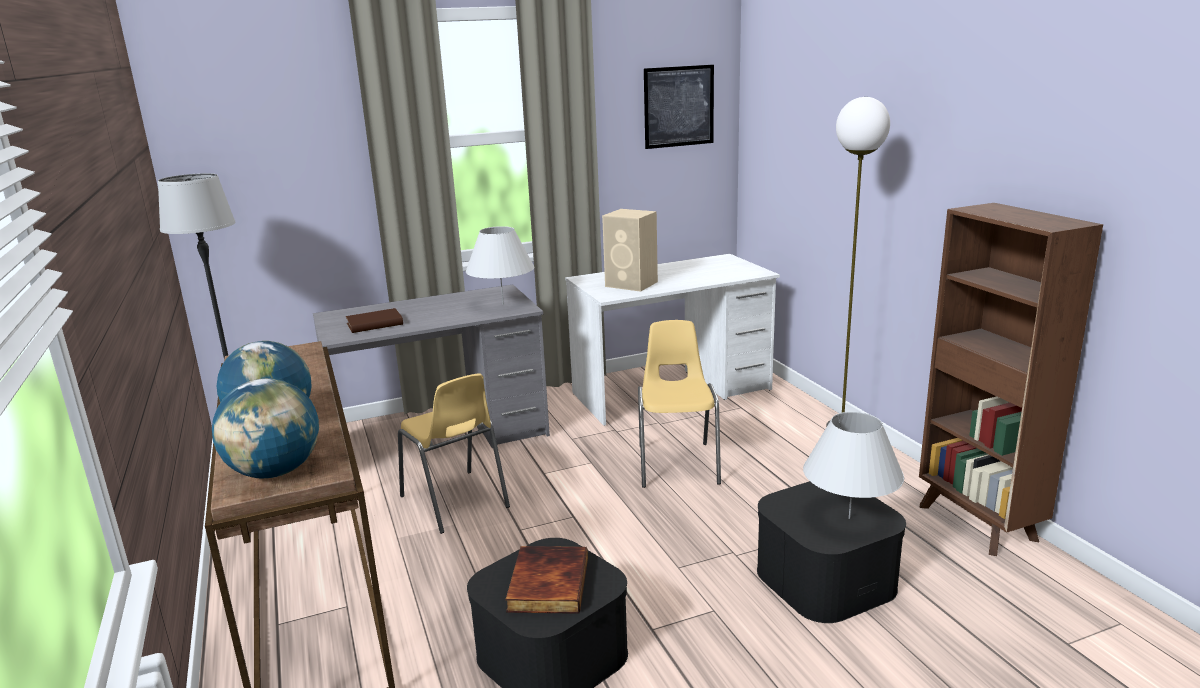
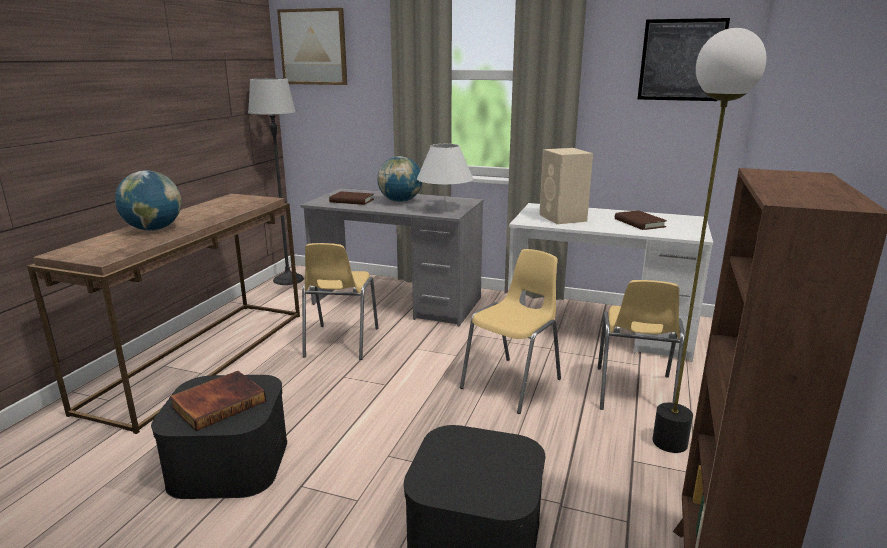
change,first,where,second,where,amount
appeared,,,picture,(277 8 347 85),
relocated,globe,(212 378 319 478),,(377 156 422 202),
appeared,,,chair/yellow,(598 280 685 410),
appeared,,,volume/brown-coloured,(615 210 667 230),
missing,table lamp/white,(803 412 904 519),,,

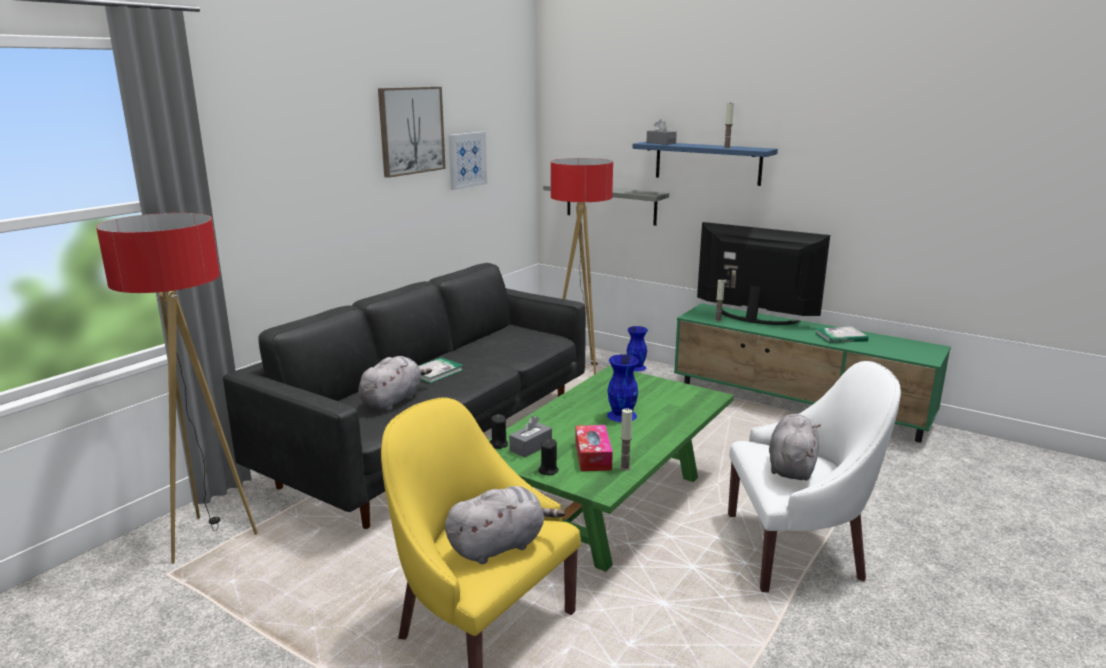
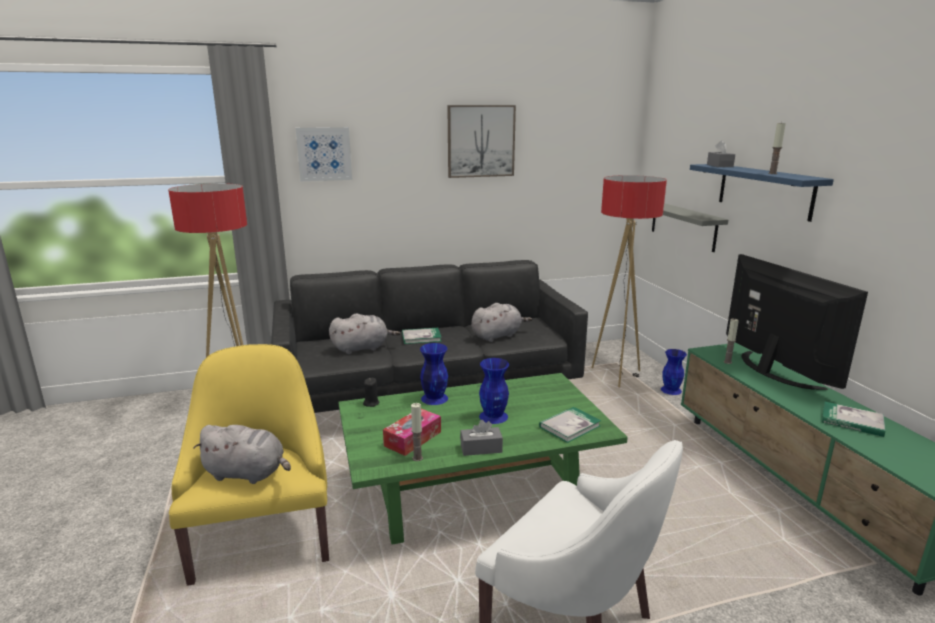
change,first,where,second,where,amount
relocated,picture,(448 132 487 190),,(296 127 352 181),
appeared,,,vase/bluish,(420 343 448 405),
relocated,tissue holder/greyish,(509 416 552 458),,(460 420 503 456),
relocated,plush toy/greyish,(769 414 821 481),,(471 303 532 342),
appeared,,,volume,(539 407 602 443),
missing,wax light/black-coloured,(538 439 559 475),,,

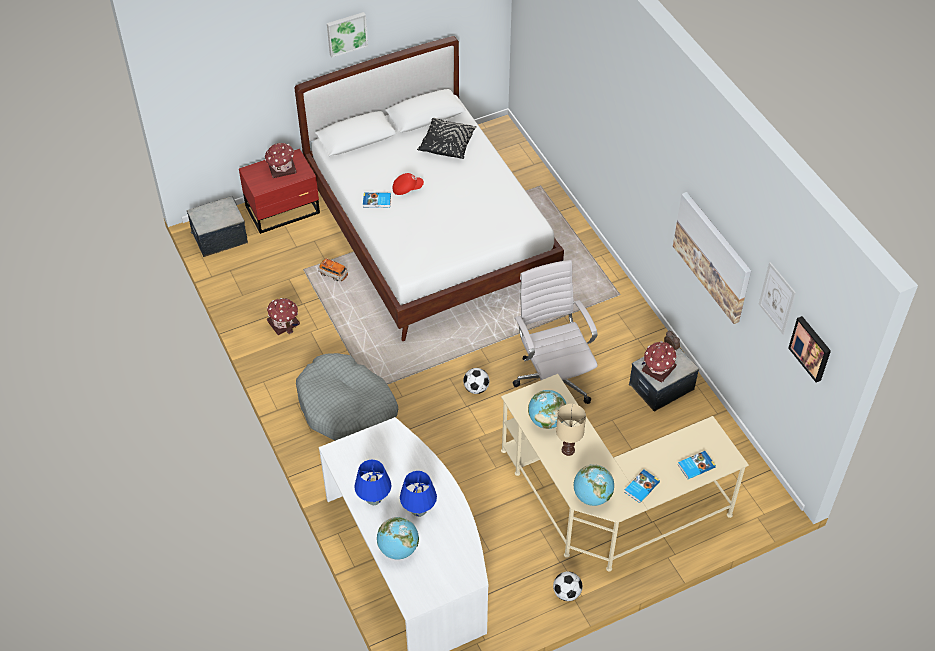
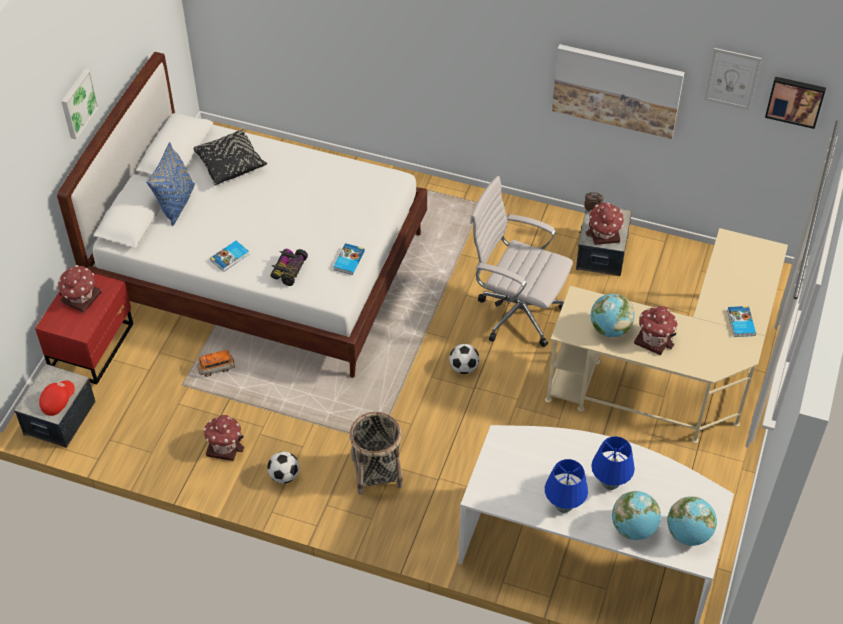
change,first,where,second,where,amount
relocated,cap/red-coloured,(393 173 424 195),,(39 380 75 416),
appeared,,,cushion/bluish,(146 142 195 226),
relocated,football ball,(553 572 582 601),,(267 451 299 484),
appeared,,,model car,(270 249 308 286),
relocated,volume,(678 451 716 479),,(333 243 365 275),
exchanged,pet bed/greyish,(296 353 398 441),household basket,(349 412 403 495),
exchanged,table lamp/beige,(556 404 586 456),model house,(634 306 678 355),
relocated,globe,(574 464 614 506),,(667 496 717 546),

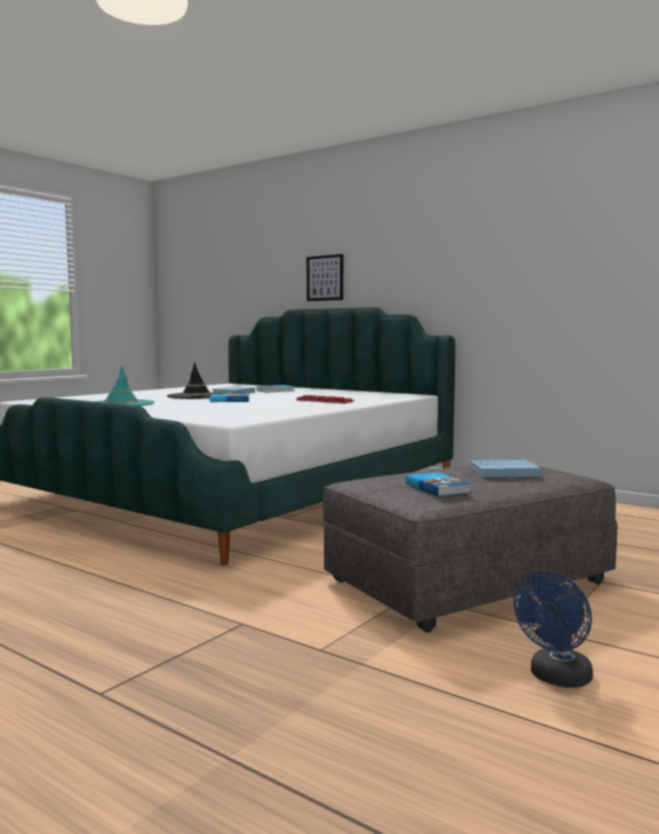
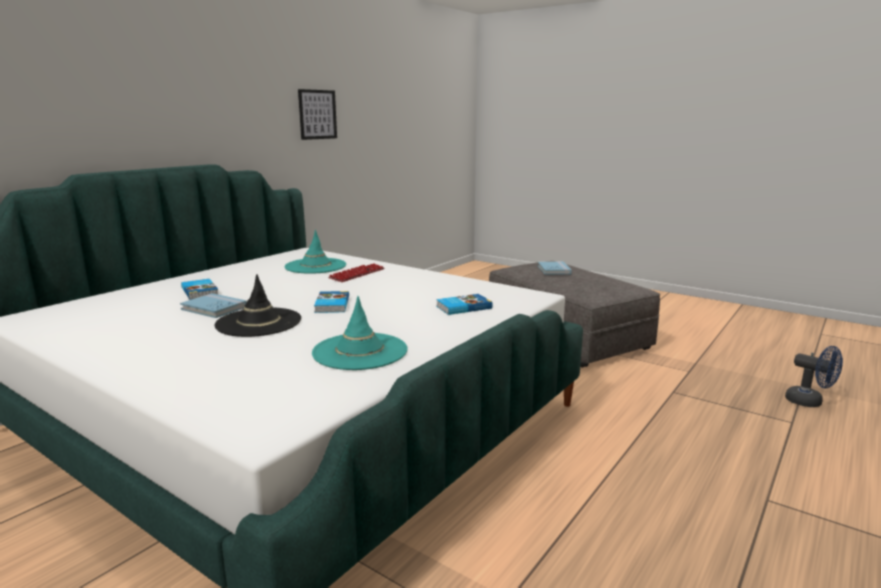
change,first,where,second,where,amount
appeared,,,wearable hat/turquoise-coloured,(284 230 346 274),
relocated,picture,(307 254 343 301),,(298 89 337 140),
relocated,volume,(405 472 472 497),,(436 294 492 315),
relocated,cooling fan/bluish,(514 571 593 688),,(785 346 843 407),

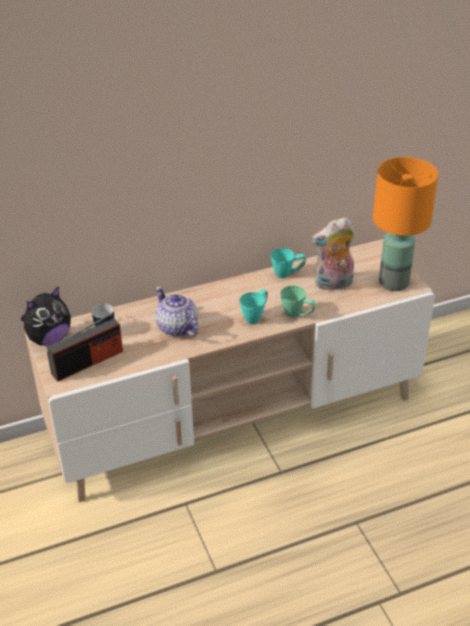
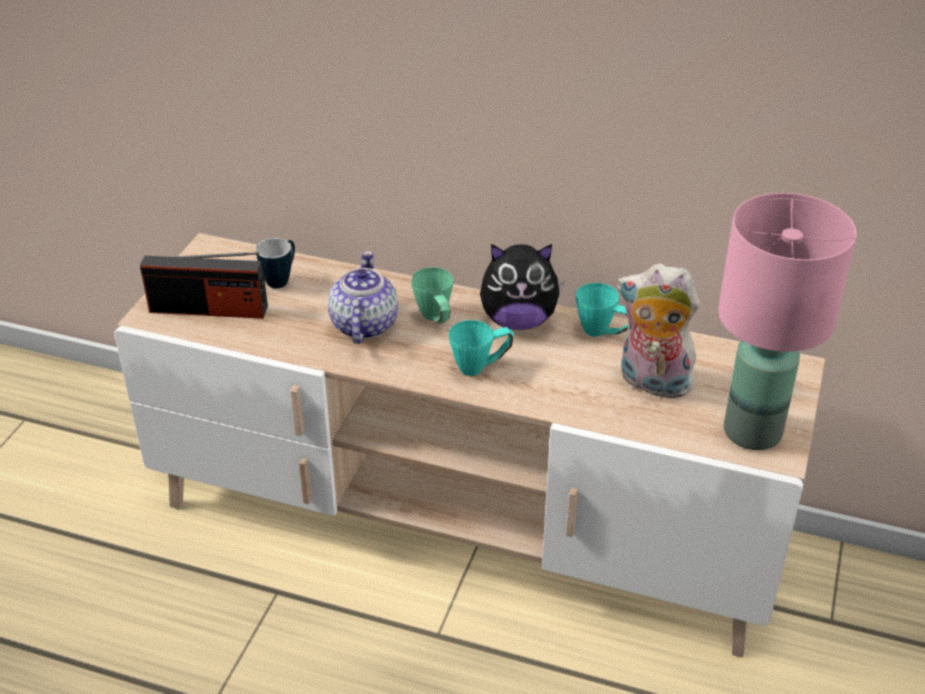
change,first,where,second,where,amount
relocated,mug/green,(280 286 316 317),,(411 267 454 324),
relocated,plush toy,(21 286 71 346),,(480 244 564 330),
colour,table lamp/orange,(373 157 438 291),table lamp/pinkish,(718 193 857 450),

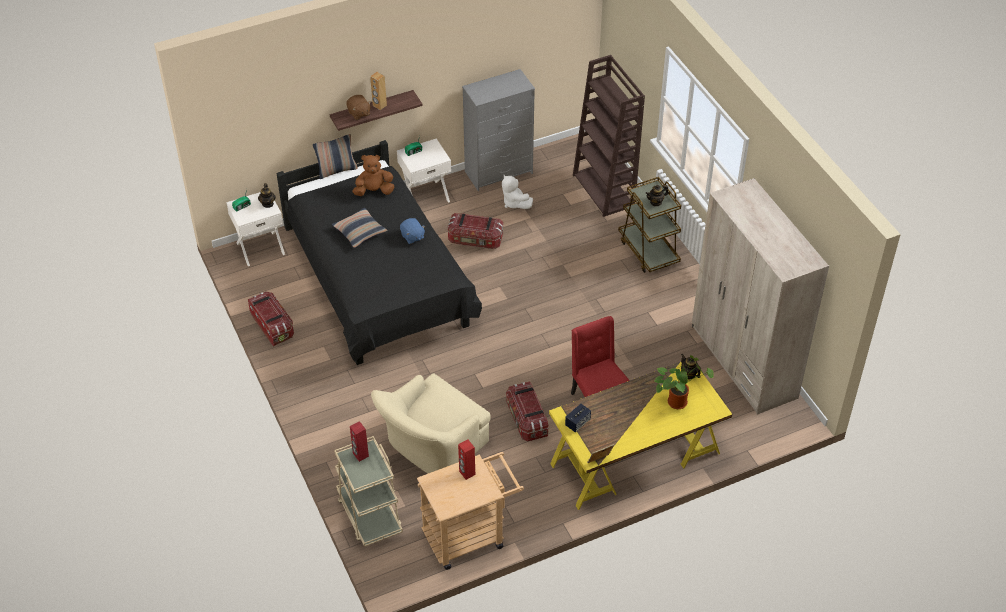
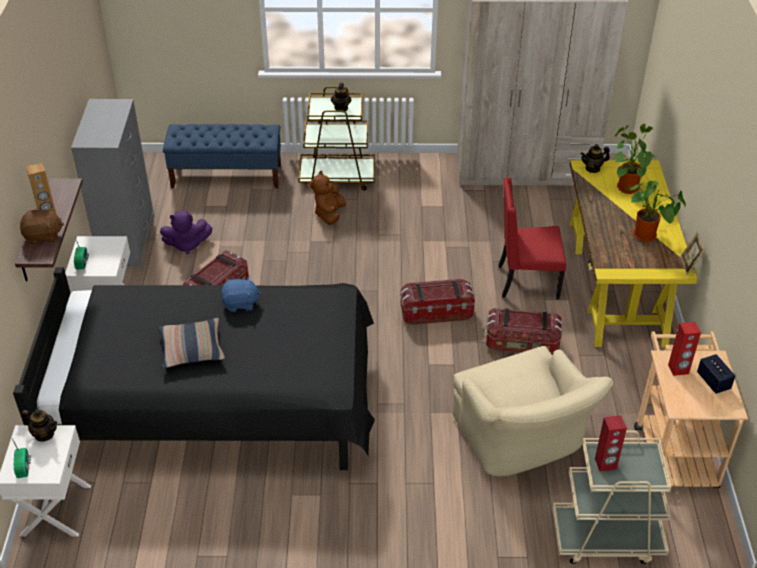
change,first,where,second,where,amount
colour,plush toy/white,(502 175 533 209),plush toy/purplish,(160 210 213 254),
exchanged,shelving unit/brown-coloured,(573 55 645 217),indoor bench/bluish,(163 124 281 189),
relocated,plush toy/brown-coloured,(353 155 394 196),,(312 171 346 225),
relocated,storage container,(248 292 294 346),,(400 279 475 325),
appeared,,,potted plant,(625 181 686 242),
relocated,audio speaker,(565 404 591 432),,(697 354 735 394),
missing,cushion,(313 134 358 179),,,

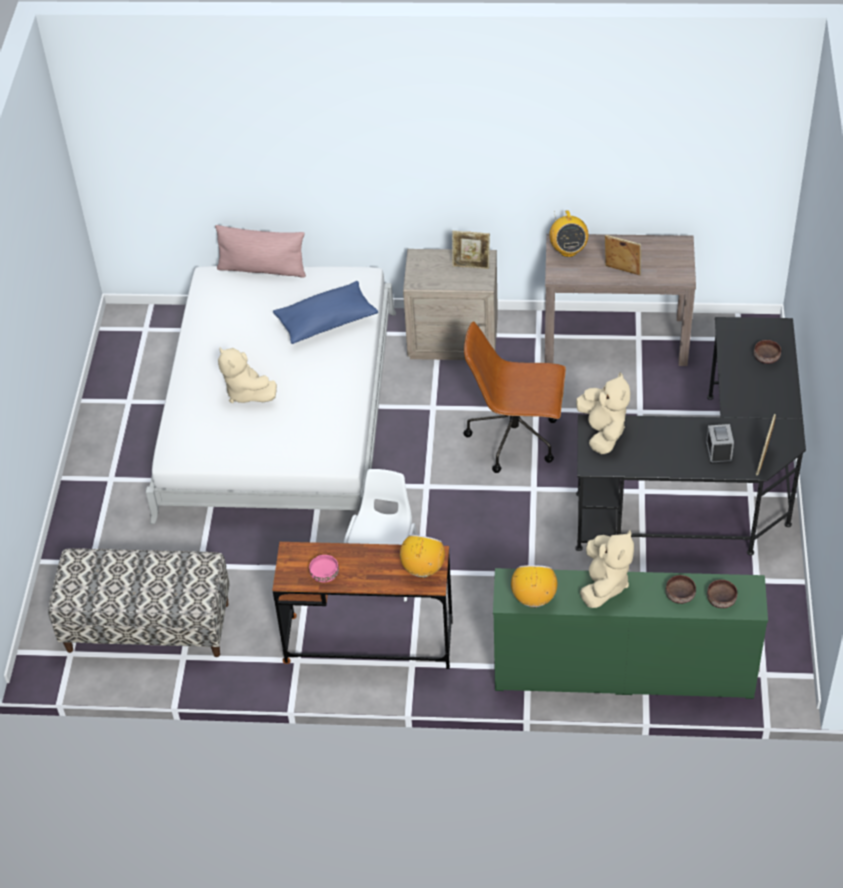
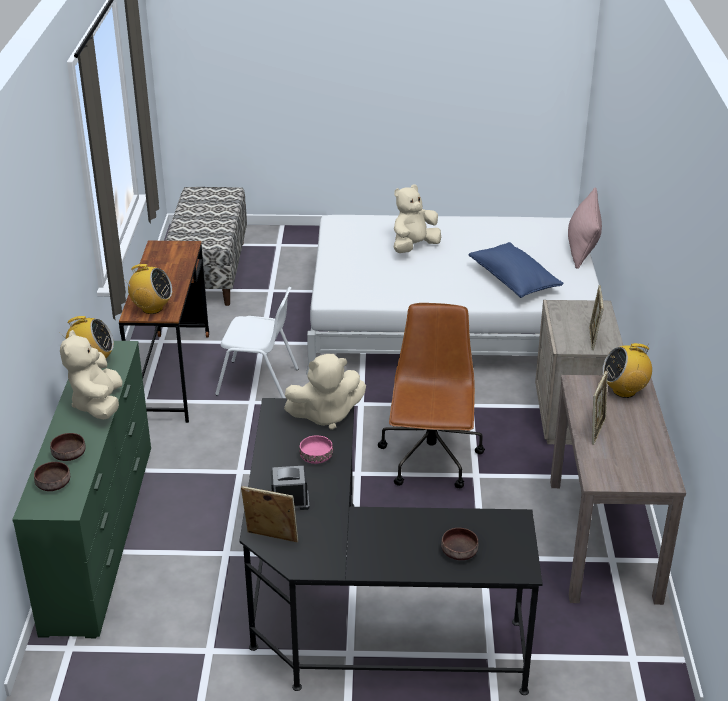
change,first,where,second,where,amount
spun,plush toy/beige,(580 530 634 608),,(60 330 123 420),75 degrees clockwise
relocated,serving bowl/pinkish,(309 555 339 582),,(299 435 333 464),

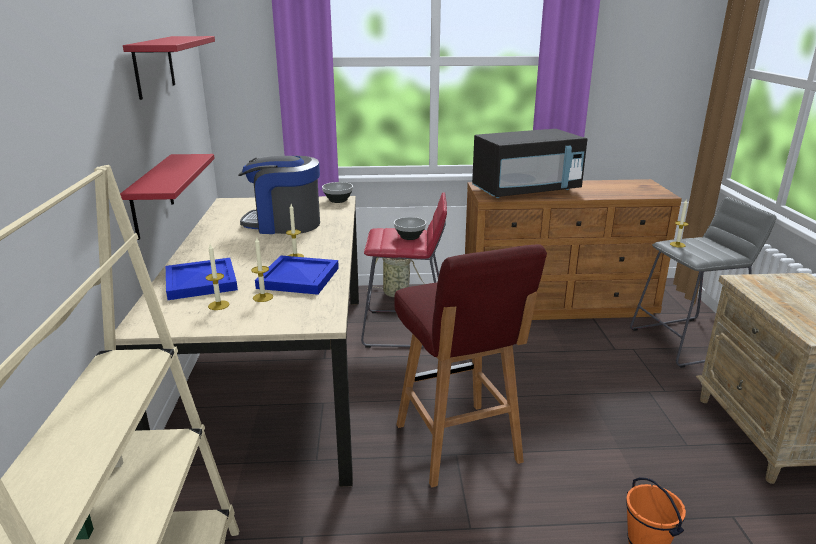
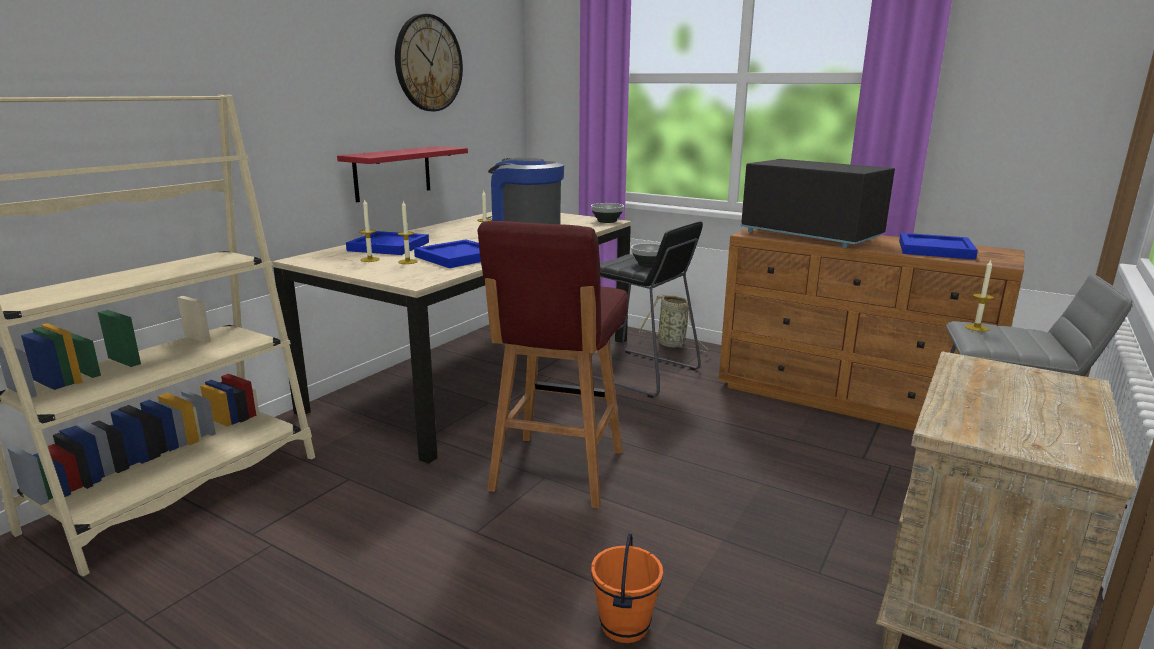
change,first,where,second,where,amount
exchanged,shelf/red-coloured,(123 36 215 100),hanging clock,(395 14 463 111),
colour,stool/red-coloured,(361 192 447 348),stool/black-coloured,(593 221 703 398),
spun,kitchen microwave/black-coloured,(472 129 588 198),,(740 159 895 248),150 degrees counterclockwise
appeared,,,serving tray/bluish,(899 233 978 260),

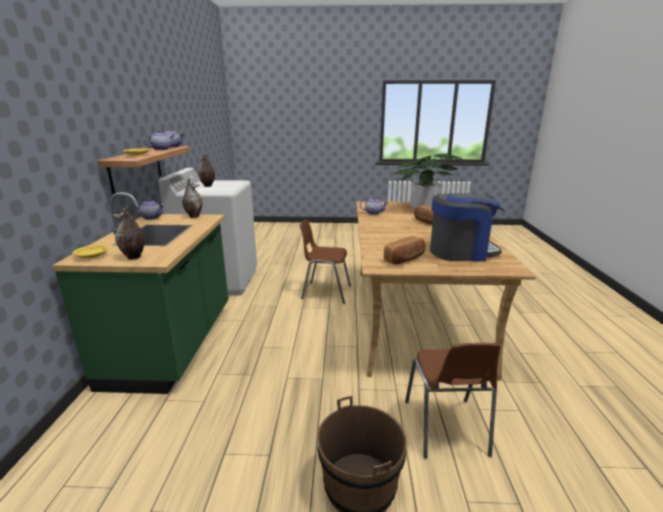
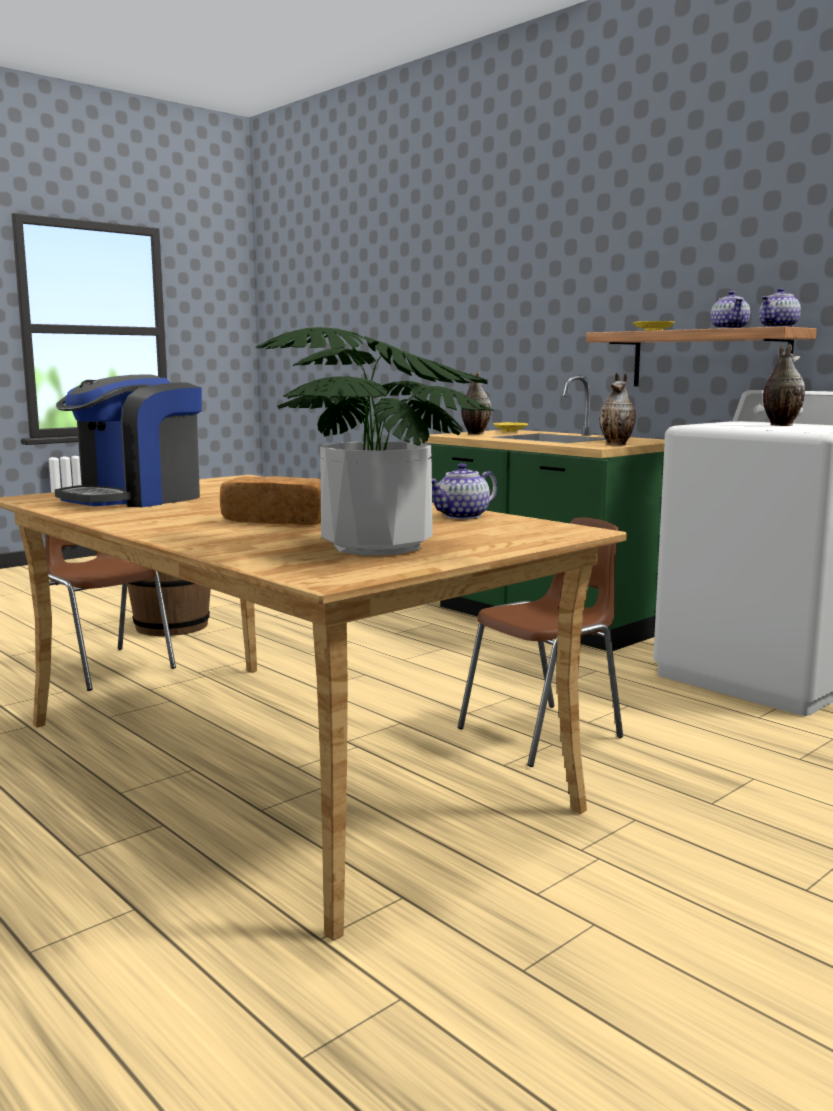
change,first,where,second,where,amount
missing,teapot,(134 199 164 220),,,
missing,bread,(384 236 426 265),,,

